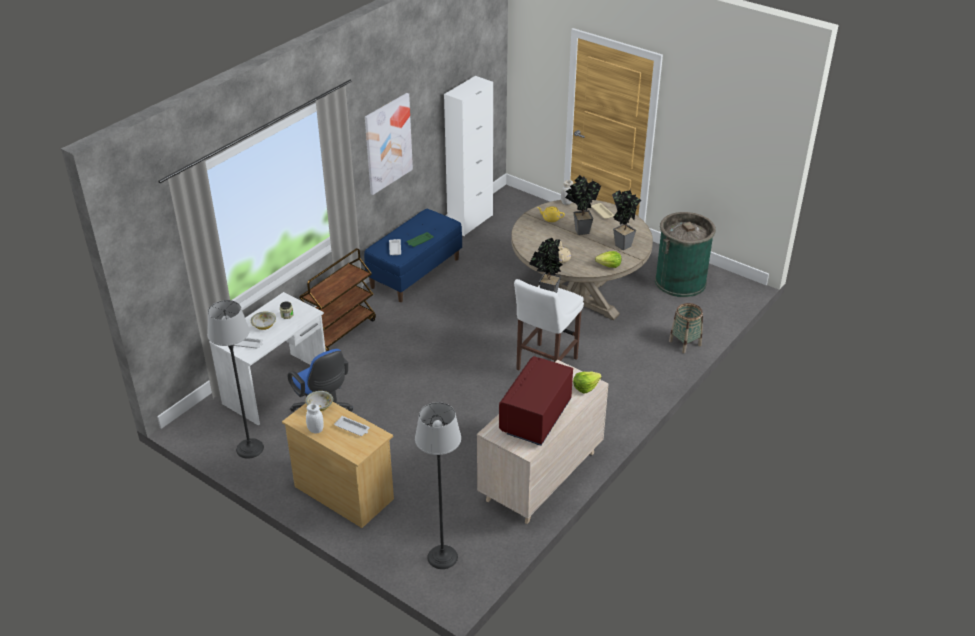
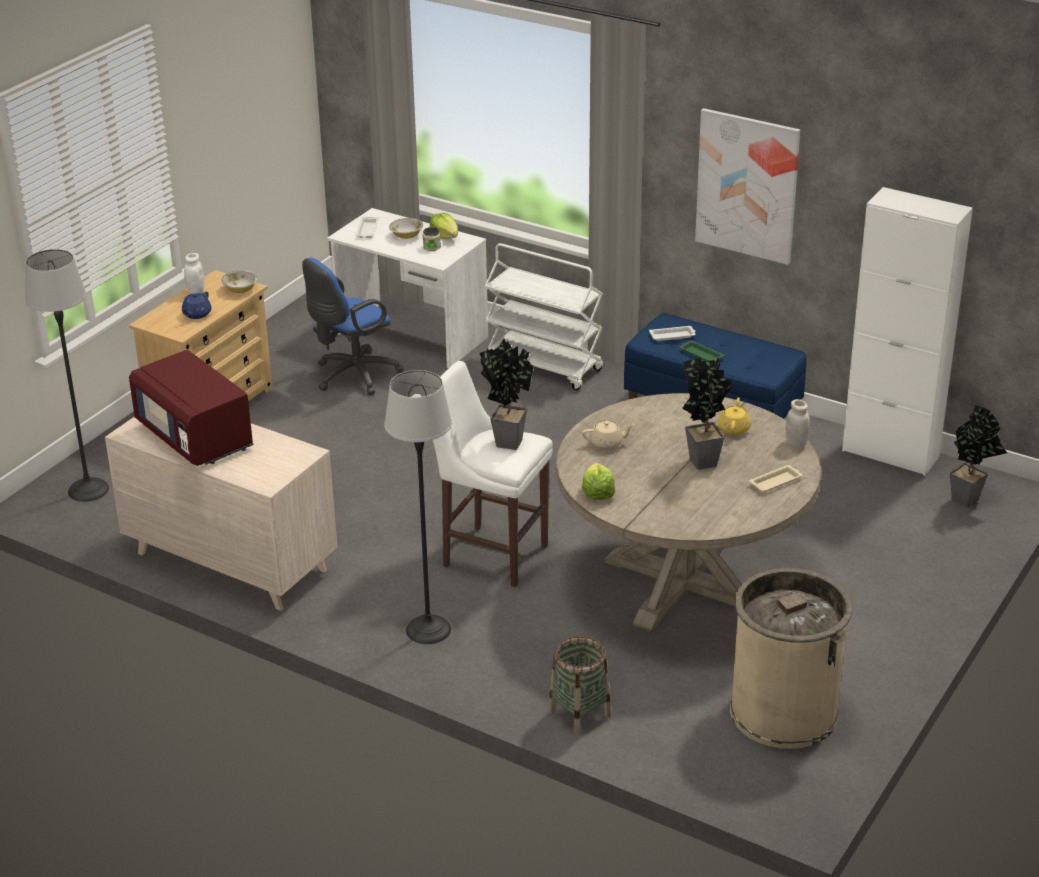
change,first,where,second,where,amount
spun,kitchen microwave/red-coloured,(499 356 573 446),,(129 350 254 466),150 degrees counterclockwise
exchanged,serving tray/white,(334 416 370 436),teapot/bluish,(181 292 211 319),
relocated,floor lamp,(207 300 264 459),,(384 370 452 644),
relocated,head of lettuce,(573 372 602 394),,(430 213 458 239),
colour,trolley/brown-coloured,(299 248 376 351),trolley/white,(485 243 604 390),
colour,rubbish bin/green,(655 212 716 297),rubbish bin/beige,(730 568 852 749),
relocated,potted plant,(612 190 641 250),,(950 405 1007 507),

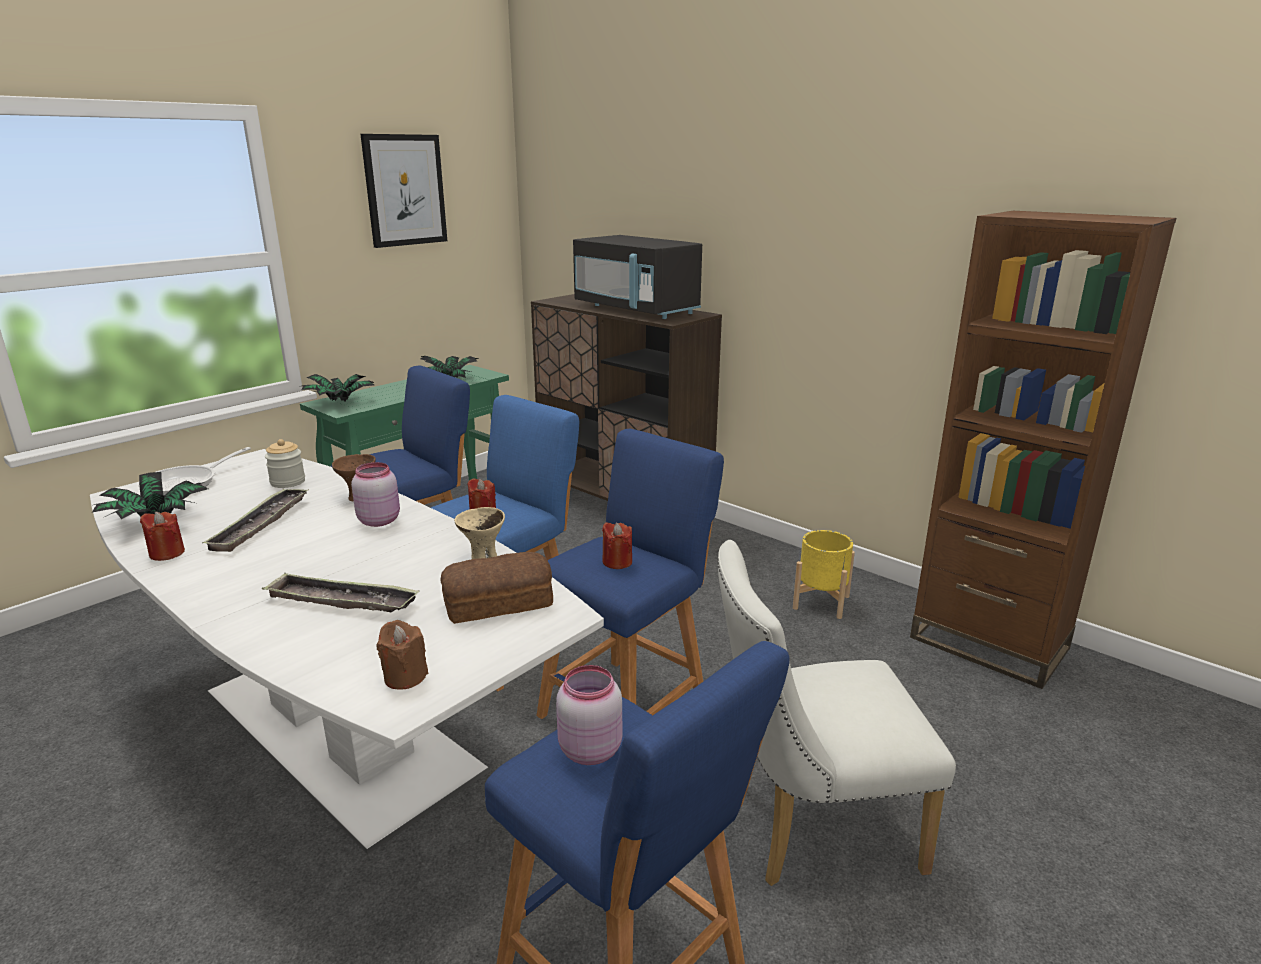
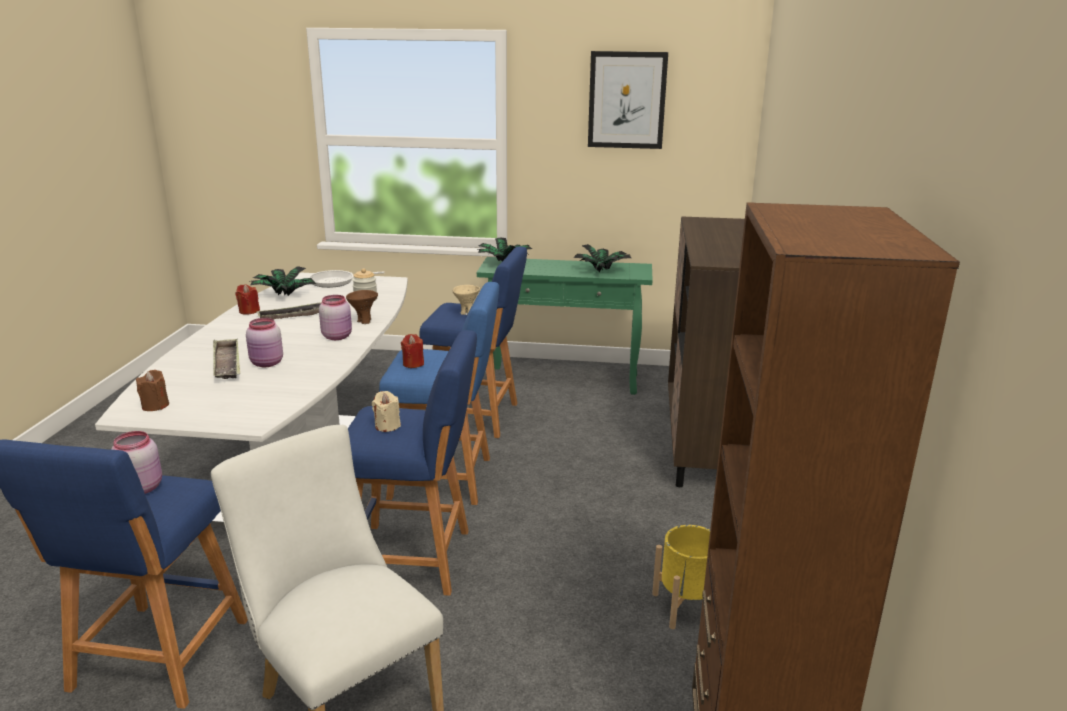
change,first,where,second,where,amount
appeared,,,jar/pinkish,(246 318 283 367),
colour,wax light/red-coloured,(602 522 632 569),wax light/beige,(372 391 401 432),
relocated,serving bowl/beige,(454 507 505 559),,(452 285 480 315),
missing,bread,(440 552 553 624),,,
missing,kitchen microwave/black-coloured,(573 235 702 319),,,

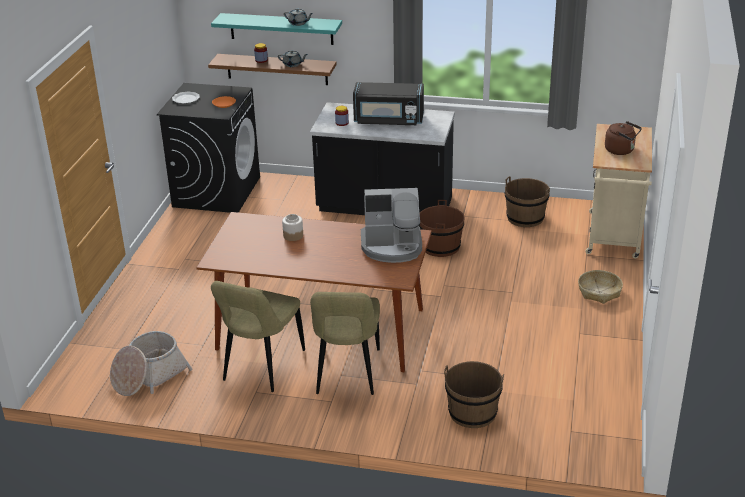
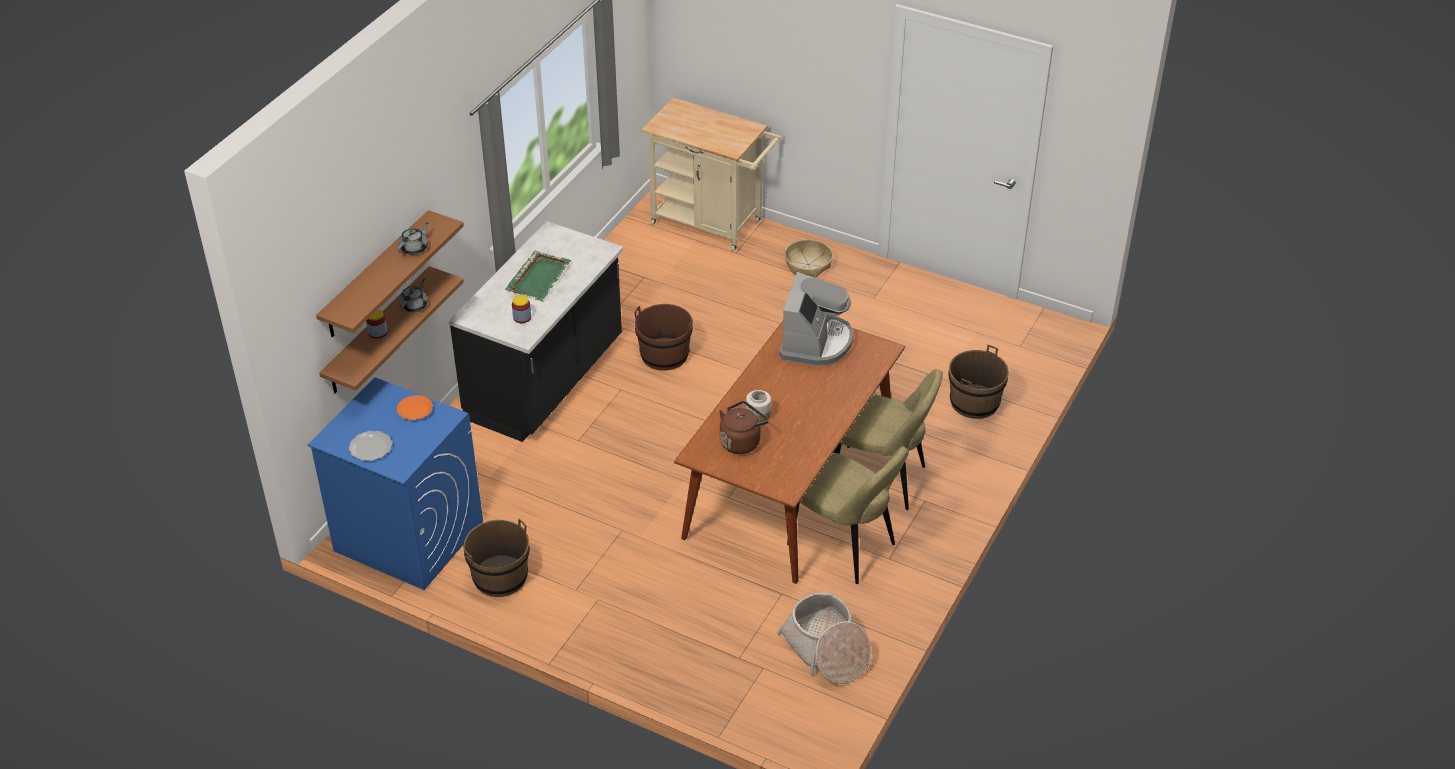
change,first,where,second,where,amount
colour,washing machine/black-coloured,(157 83 260 213),washing machine/bluish,(308 377 483 590),
colour,shelf/turquoise-coloured,(211 13 342 45),shelf/brown-coloured,(316 210 464 337),
relocated,bucket/brown-coloured,(505 176 550 227),,(464 519 530 597),
exchanged,kitchen microwave/black-coloured,(353 82 424 125),serving tray/green,(505 250 571 301),
relocated,tea kettle/brown-coloured,(605 121 642 155),,(719 401 769 454),

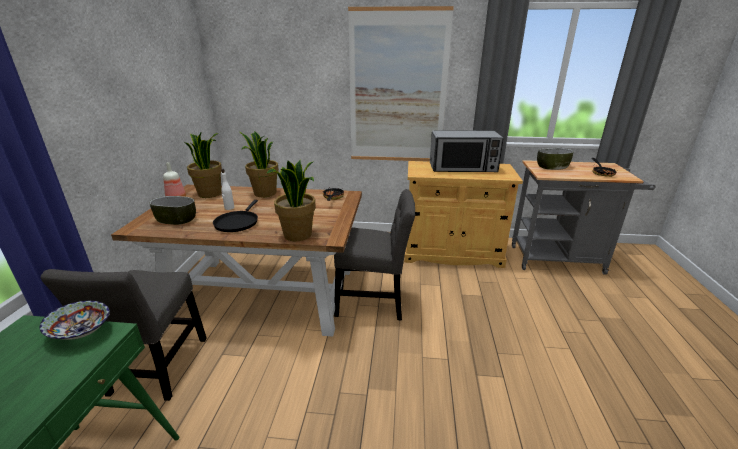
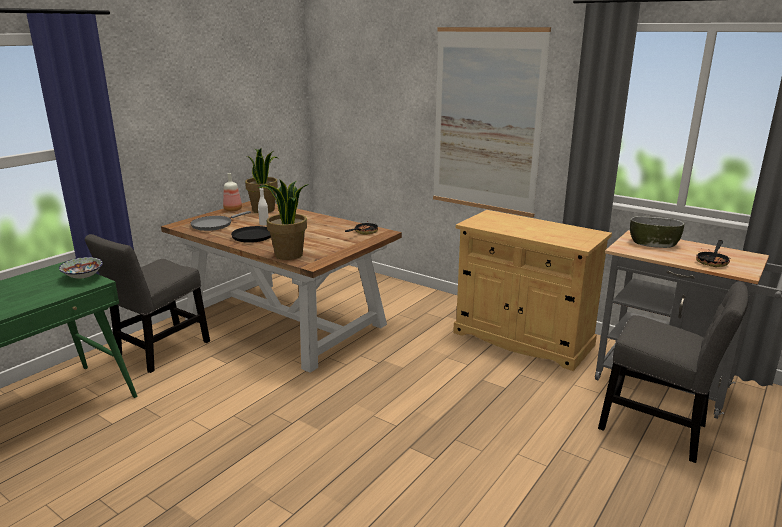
change,first,where,second,where,amount
exchanged,serving bowl,(149 196 196 225),skillet/greyish,(191 211 251 231),
relocated,chair/greyish,(334 189 415 320),,(598 281 748 463),
missing,potted plant,(240 131 279 197),,,
missing,kitchen microwave,(430 130 504 172),,,

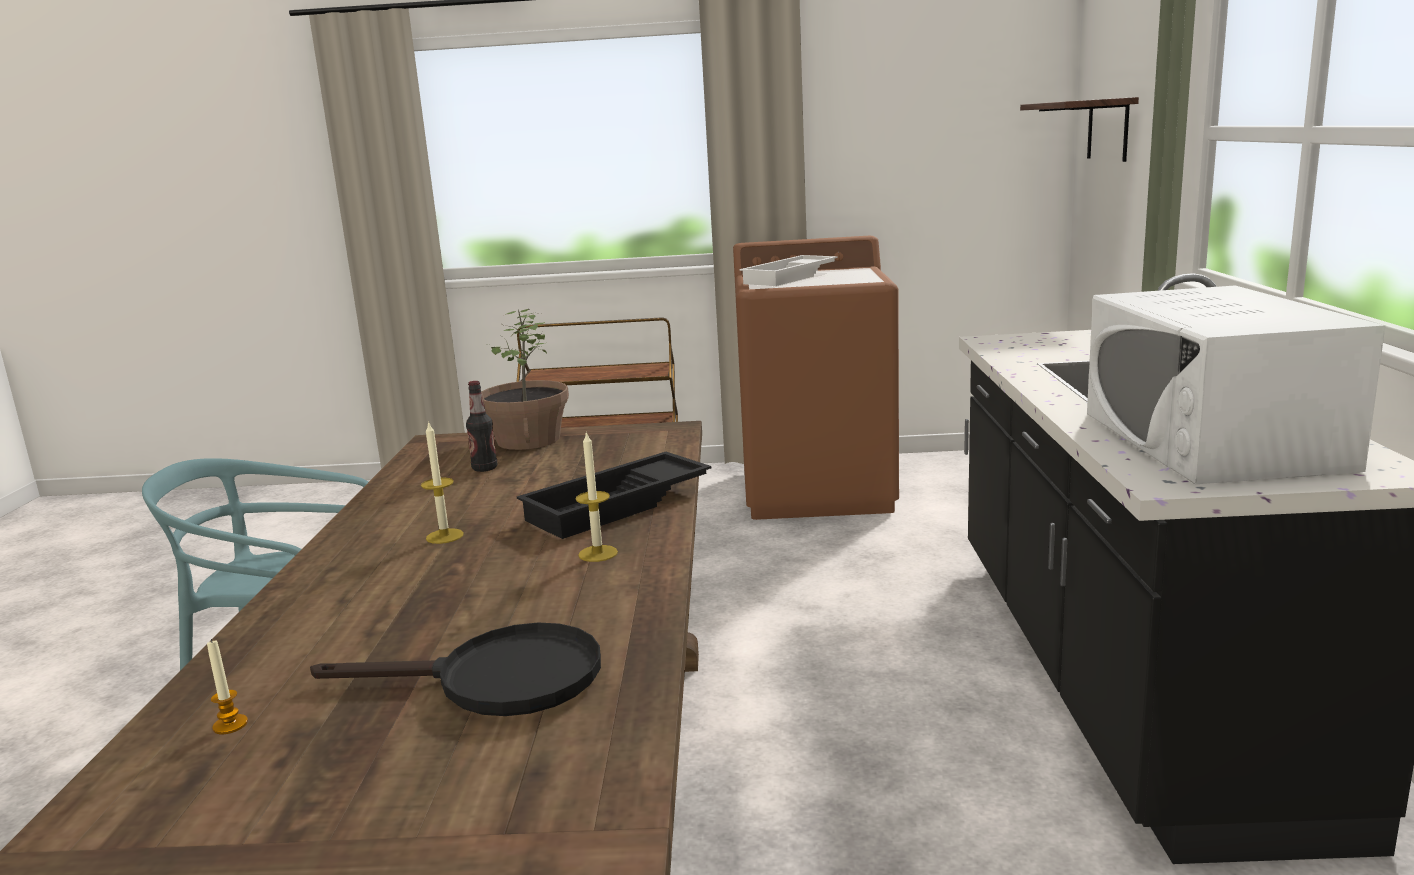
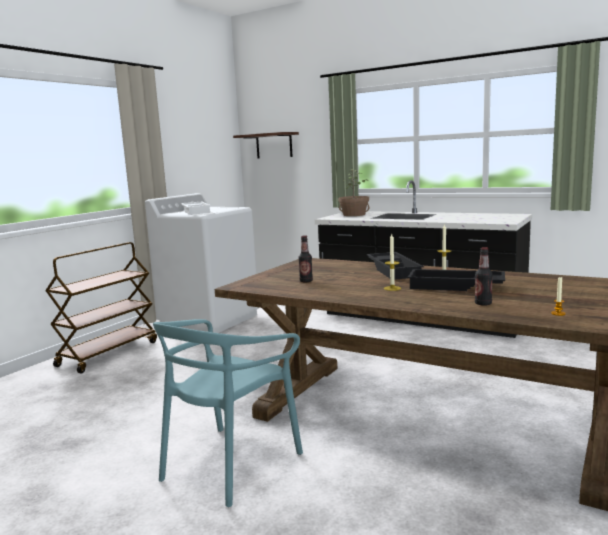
change,first,where,second,where,amount
colour,washing machine/brown-coloured,(733 236 899 520),washing machine/white,(145 193 259 333),
relocated,potted plant,(481 309 569 450),,(338 169 370 216),
appeared,,,serving tray/black-coloured,(407 269 505 291),
appeared,,,drink bottle,(475 247 493 306),
missing,skillet/black-coloured,(310 623 601 716),,,
missing,kitchen microwave/white,(1087 286 1385 484),,,

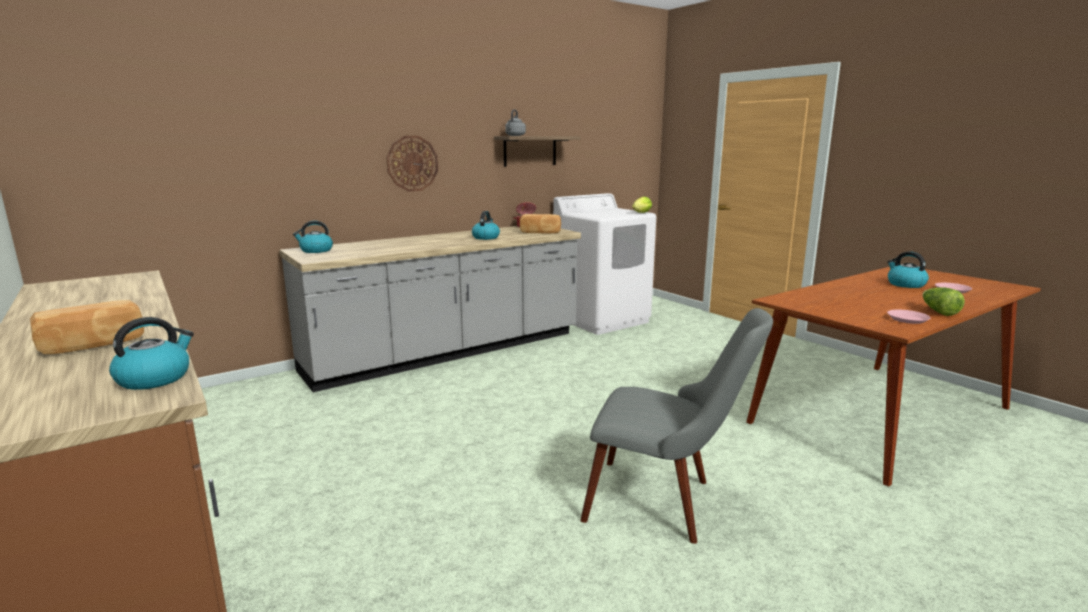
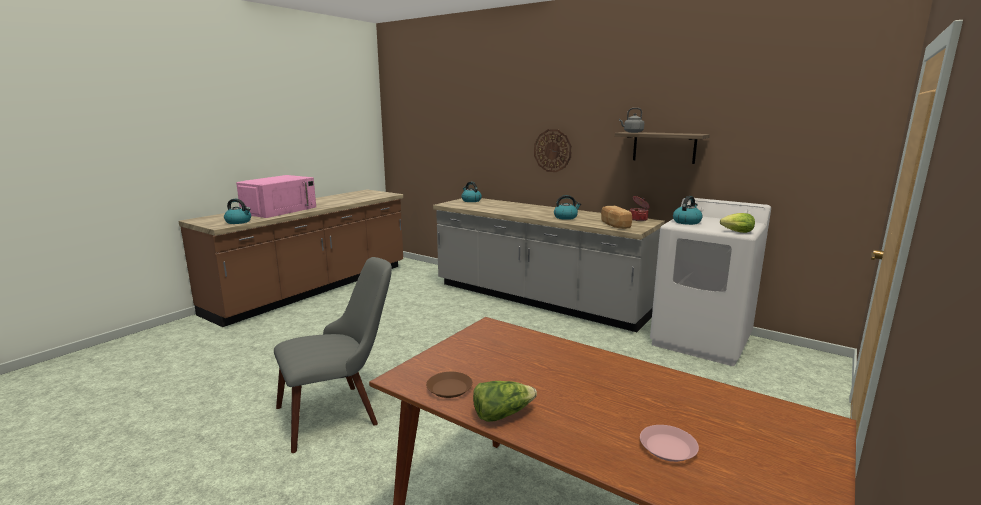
change,first,where,second,where,amount
exchanged,bread,(30 300 144 354),kitchen microwave/pinkish,(236 175 316 218),
spun,chair/greyish,(580 308 773 544),,(274 257 392 453),120 degrees counterclockwise
colour,flat dish/pinkish,(887 310 930 324),flat dish/brown-coloured,(426 372 473 398),
relocated,tea kettle,(887 251 929 288),,(673 196 703 225),

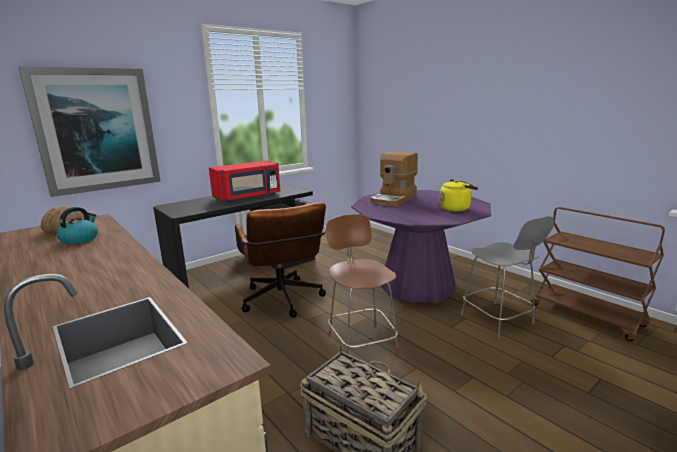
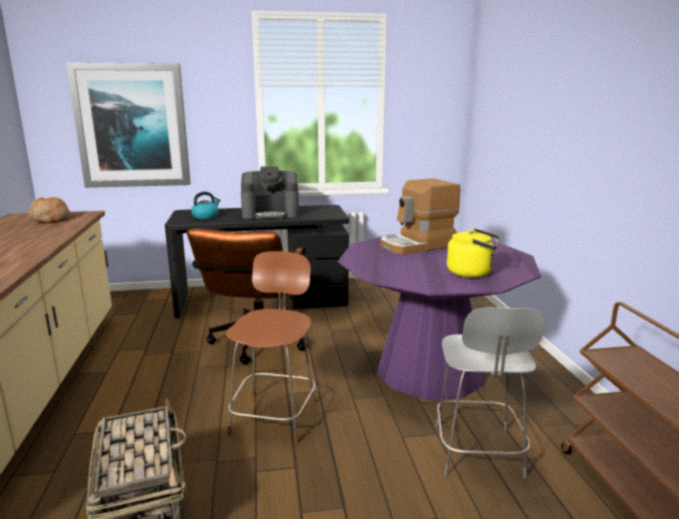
change,first,where,second,where,amount
relocated,tea kettle,(57 207 98 244),,(191 192 220 219),
exchanged,kitchen microwave/red-coloured,(209 160 280 201),coffee maker,(241 166 299 219),

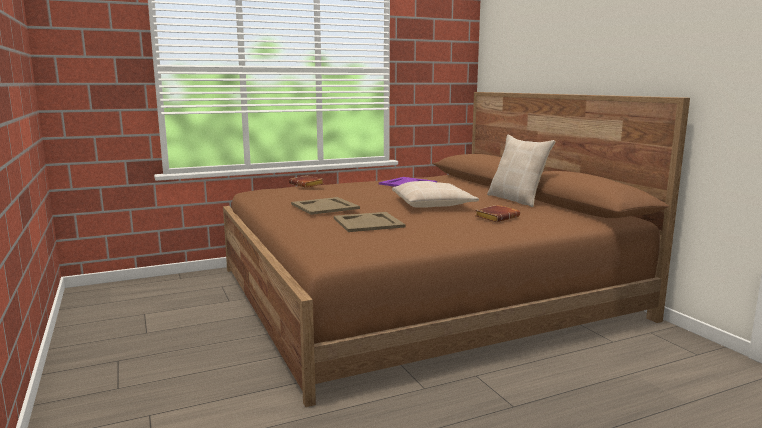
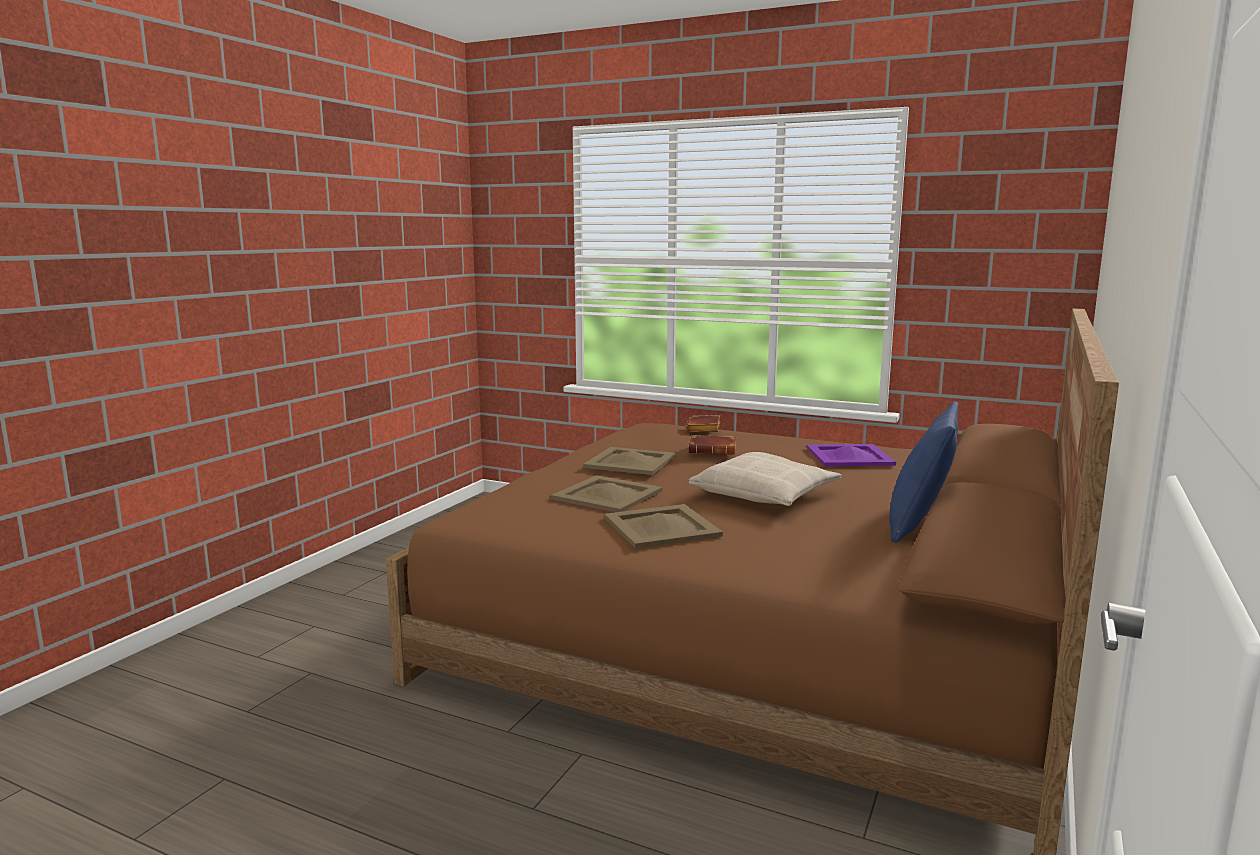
change,first,where,second,where,amount
appeared,,,serving tray/beige,(604 504 723 548),
relocated,volume/brown-coloured,(475 205 520 222),,(688 435 736 455),
colour,cushion/beige,(487 135 556 207),cushion/bluish,(889 401 958 543),

